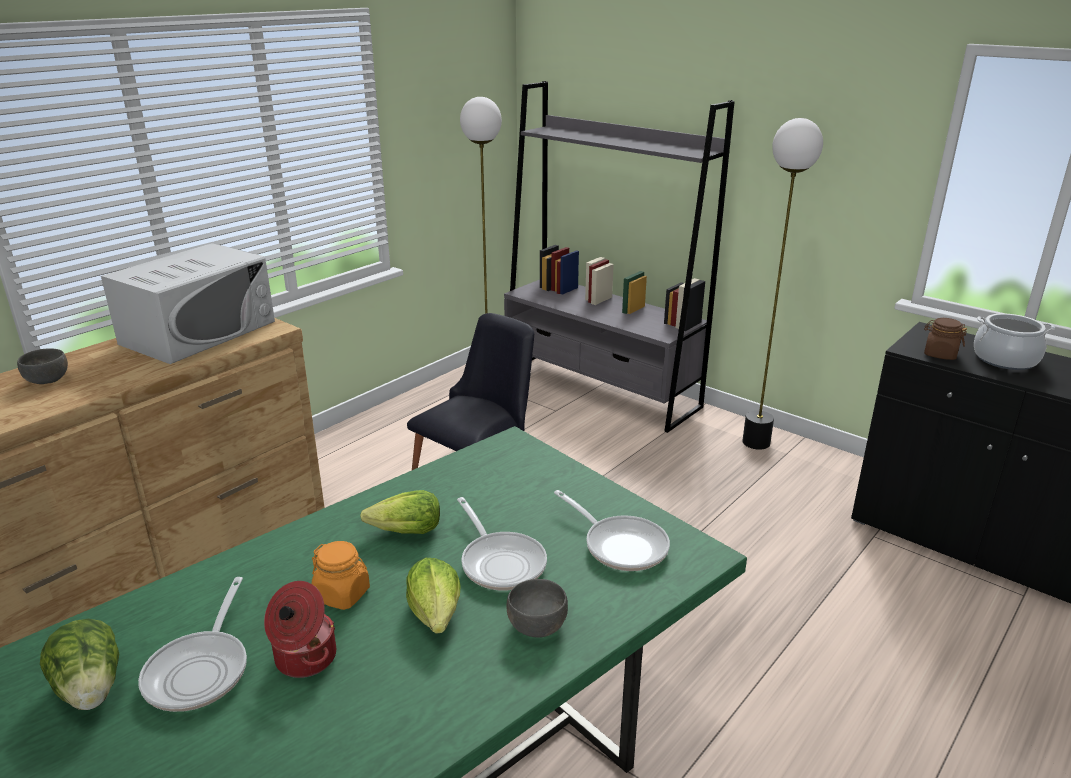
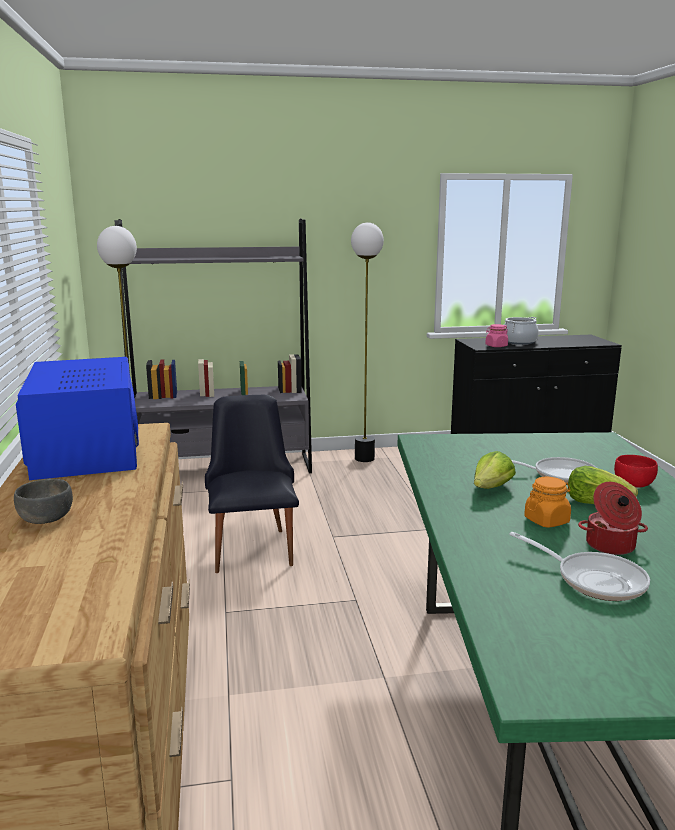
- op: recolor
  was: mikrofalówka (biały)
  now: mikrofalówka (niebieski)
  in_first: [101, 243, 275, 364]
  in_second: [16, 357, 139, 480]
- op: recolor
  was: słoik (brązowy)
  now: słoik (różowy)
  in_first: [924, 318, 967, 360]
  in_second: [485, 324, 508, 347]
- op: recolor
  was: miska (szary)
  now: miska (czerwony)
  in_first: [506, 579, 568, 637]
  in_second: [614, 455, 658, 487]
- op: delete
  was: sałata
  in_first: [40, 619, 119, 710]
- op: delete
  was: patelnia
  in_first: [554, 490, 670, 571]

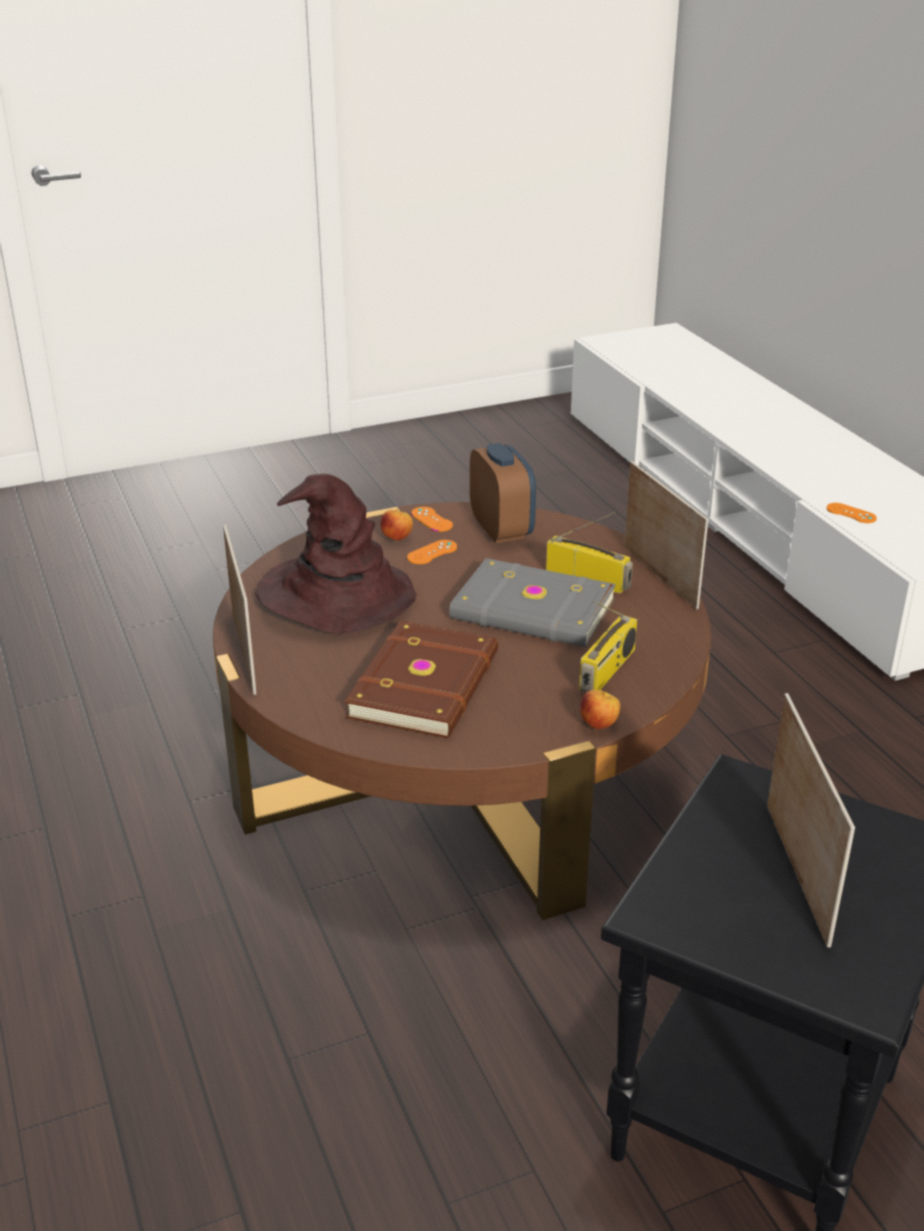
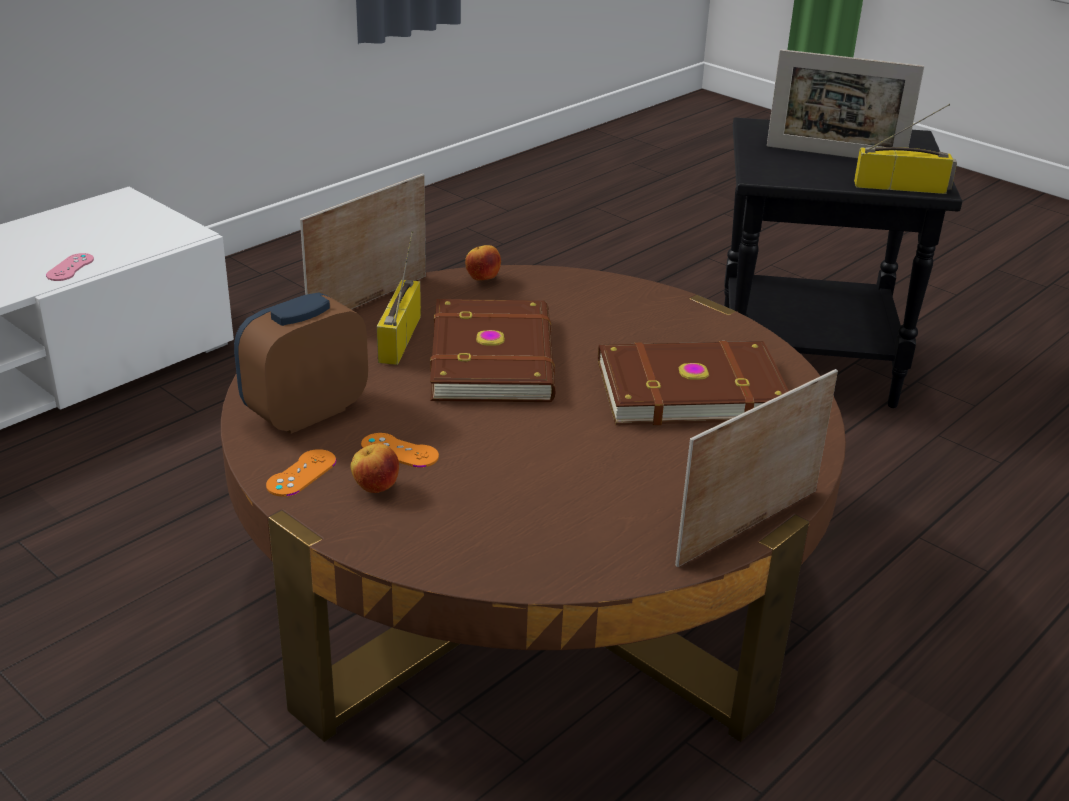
- op: recolor
  was: pad do gier (pomarańczowy)
  now: pad do gier (różowy)
  in_first: [827, 503, 877, 523]
  in_second: [46, 253, 94, 281]
- op: recolor
  was: książka (szary)
  now: książka (brązowy)
  in_first: [449, 558, 616, 647]
  in_second: [430, 299, 555, 402]
- op: move
  was: jabłko
  in_first: [580, 690, 621, 729]
  in_second: [465, 245, 501, 280]
- op: rotate
  was: ramka na zdjęcie
  in_first: [767, 693, 855, 947]
  in_second: [767, 49, 924, 158]
  clockwise: -135
- op: move
  was: radio
  in_first: [579, 601, 637, 693]
  in_second: [854, 104, 957, 194]
- op: delete
  was: kapelusz (brązowy)
  in_first: [255, 474, 417, 634]

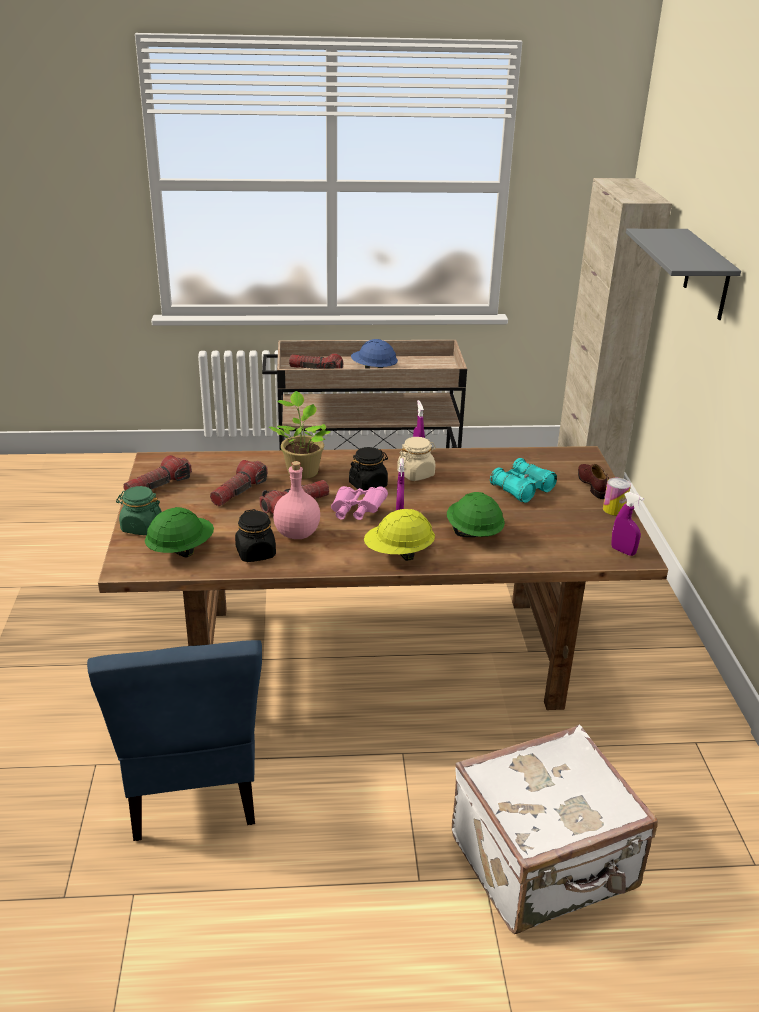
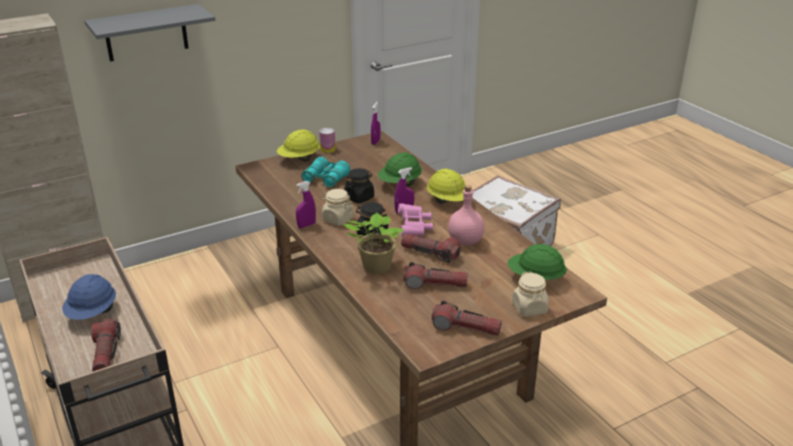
- op: replace
  was: but (brązowy)
  now: kask (żółty)
  in_first: [578, 464, 609, 499]
  in_second: [277, 129, 320, 162]
- op: move
  was: słoik (czarny)
  in_first: [235, 509, 276, 562]
  in_second: [344, 168, 374, 203]
- op: recolor
  was: słoik (zielony)
  now: słoik (beżowy)
  in_first: [116, 486, 162, 535]
  in_second: [512, 272, 549, 317]
- op: delete
  was: krzesło (niebieski)
  in_first: [87, 640, 262, 841]

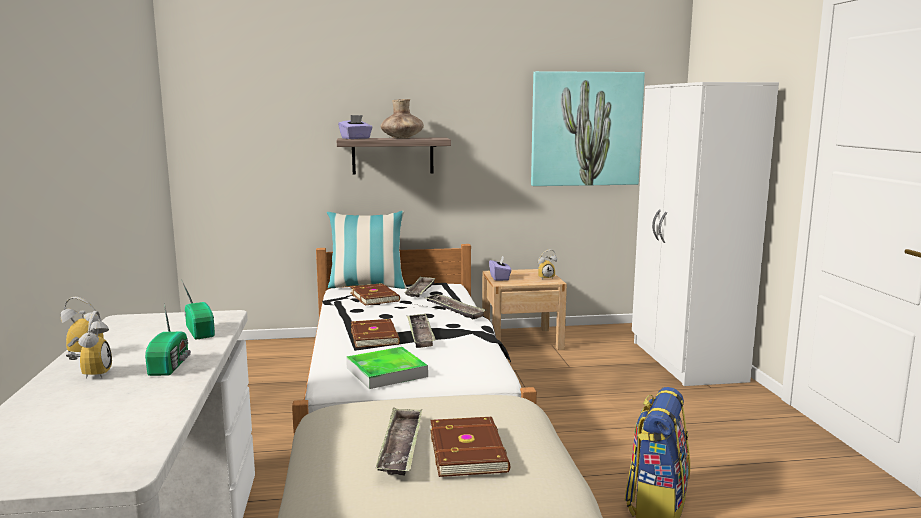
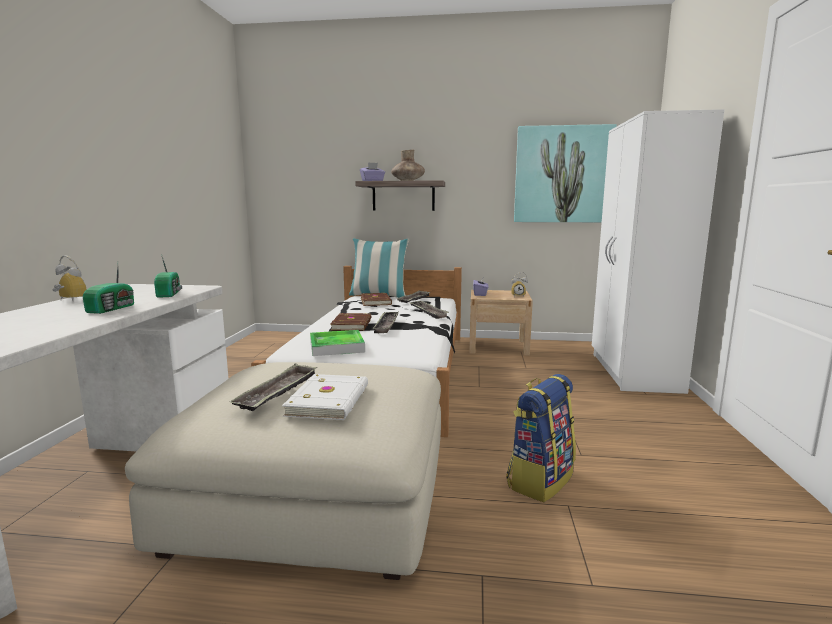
- op: recolor
  was: książka (brązowy)
  now: książka (biały)
  in_first: [430, 417, 510, 477]
  in_second: [282, 374, 368, 420]
- op: delete
  was: budzik
  in_first: [66, 311, 112, 379]

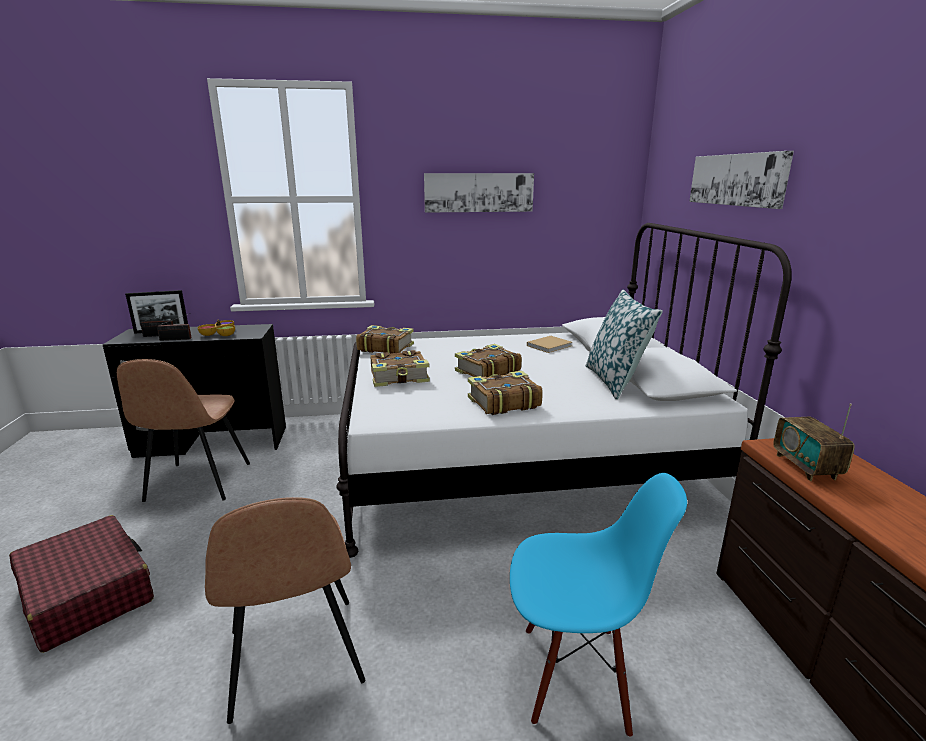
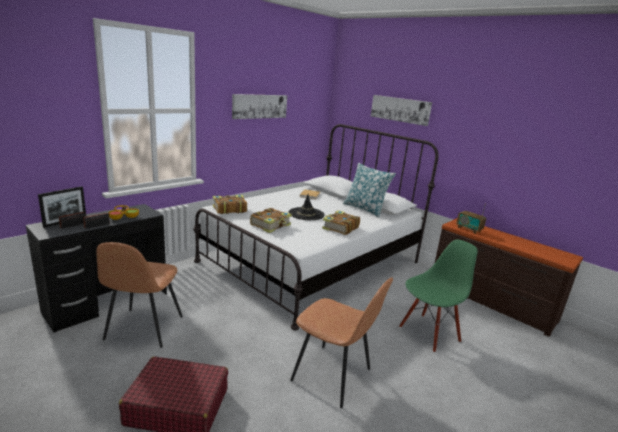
- op: rotate
  was: krzesło (brązowy)
  in_first: [117, 359, 250, 502]
  in_second: [97, 242, 183, 348]
  clockwise: 45
- op: replace
  was: książka
  now: kapelusz (czarny)
  in_first: [455, 344, 522, 377]
  in_second: [289, 194, 325, 220]
- op: recolor
  was: krzesło (niebieski)
  now: krzesło (zielony)
  in_first: [510, 473, 687, 738]
  in_second: [399, 240, 478, 353]

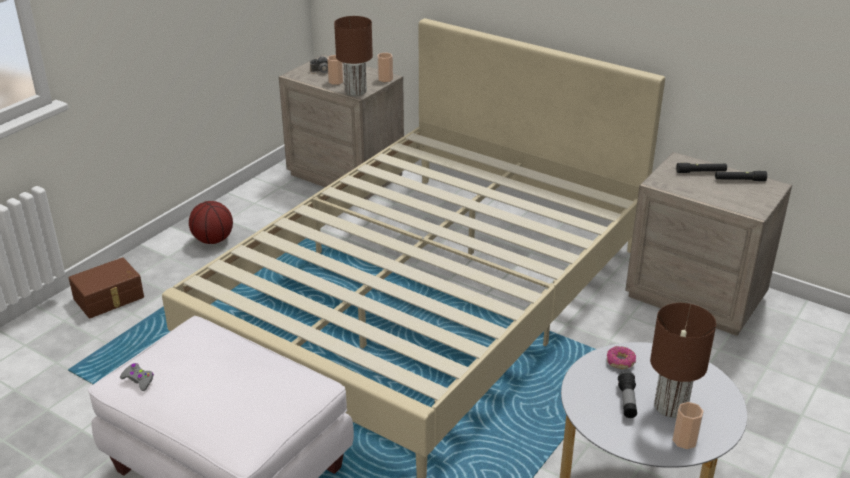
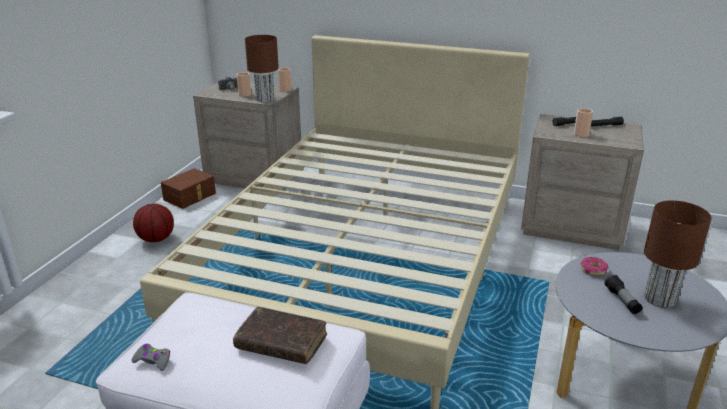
- op: move
  was: pojemnik do przechowywania (brązowy)
  in_first: [69, 257, 144, 318]
  in_second: [161, 168, 216, 209]
- op: insert
  now: książka (brązowy)
  in_second: [233, 307, 327, 364]
- op: move
  was: filiżanka
  in_first: [672, 402, 704, 449]
  in_second: [574, 108, 593, 137]

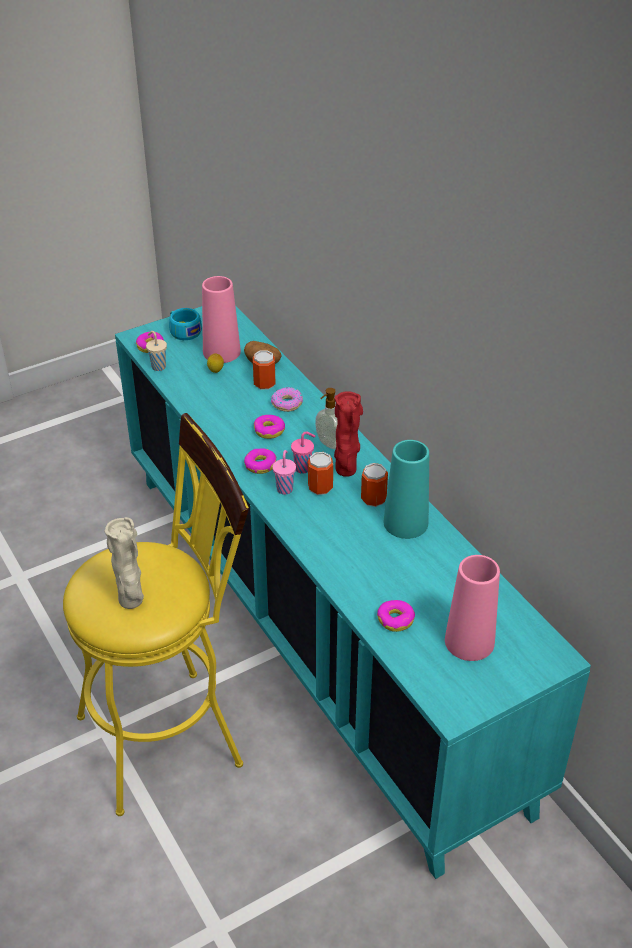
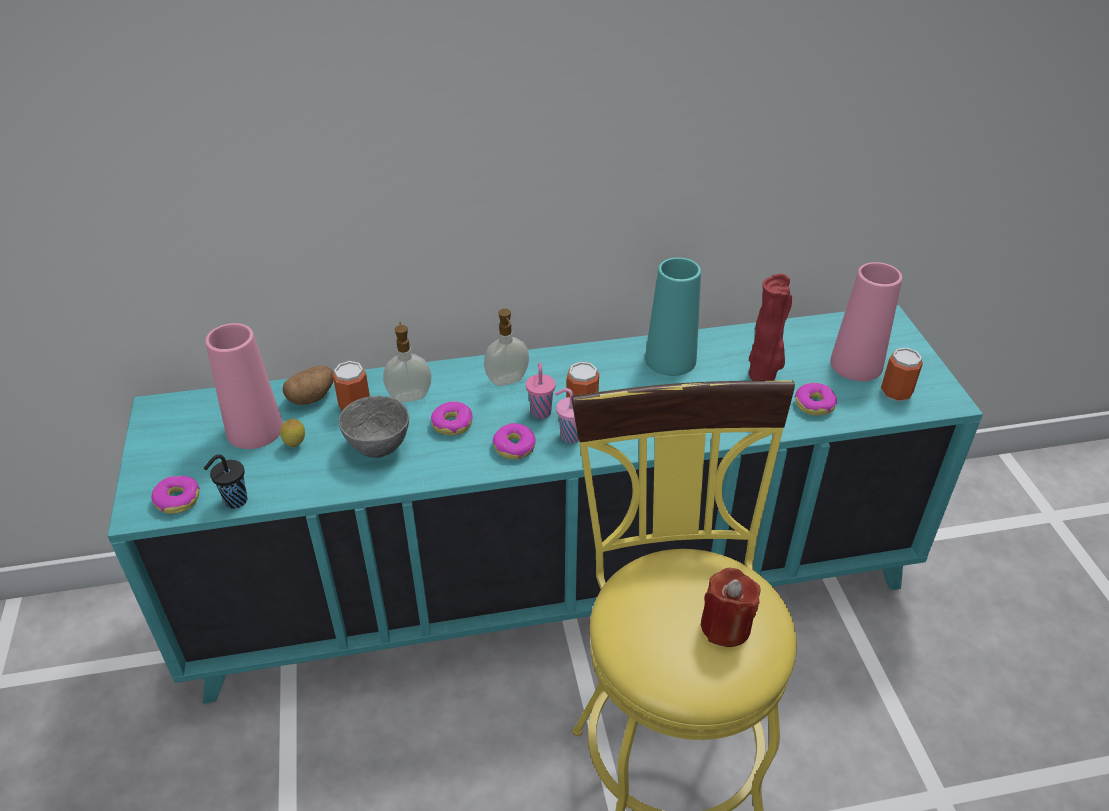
- op: recolor
  was: filiżanka (beżowy)
  now: filiżanka (czarny)
  in_first: [146, 331, 167, 371]
  in_second: [204, 454, 247, 509]
- op: insert
  now: miska (szary)
  in_second: [338, 396, 409, 458]
- op: replace
  was: donut
  now: dozownik mydła
  in_first: [271, 386, 303, 412]
  in_second: [383, 322, 432, 402]
- op: replace
  was: wazon (beżowy)
  now: świeca (czerwony)
  in_first: [104, 517, 144, 609]
  in_second: [701, 568, 761, 647]
- op: move
  was: wazon (czerwony)
  in_first: [334, 391, 363, 477]
  in_second: [749, 274, 792, 381]
- op: move
  was: puszka
  in_first: [361, 463, 388, 507]
  in_second: [881, 347, 923, 401]
- op: delete
  was: filiżanka (turkusowy)
  in_first: [169, 308, 202, 340]

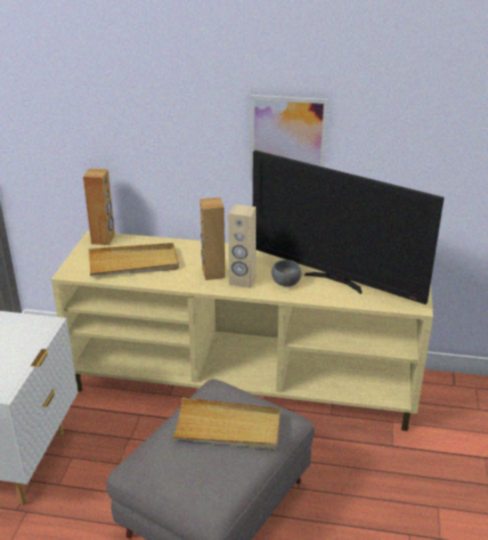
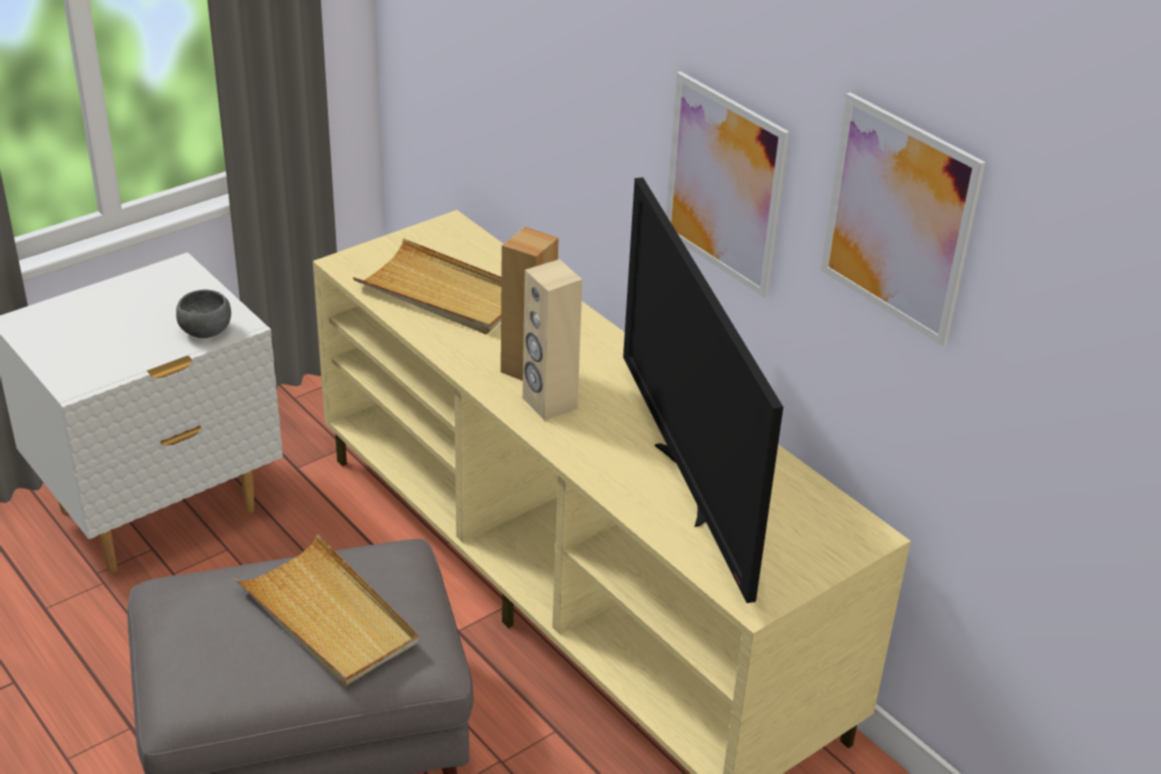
- op: move
  was: miska (szary)
  in_first: [272, 260, 302, 287]
  in_second: [176, 289, 231, 338]
- op: insert
  now: obraz
  in_second: [820, 92, 986, 346]
- op: delete
  was: głośnik (brązowy)
  in_first: [83, 169, 115, 245]

